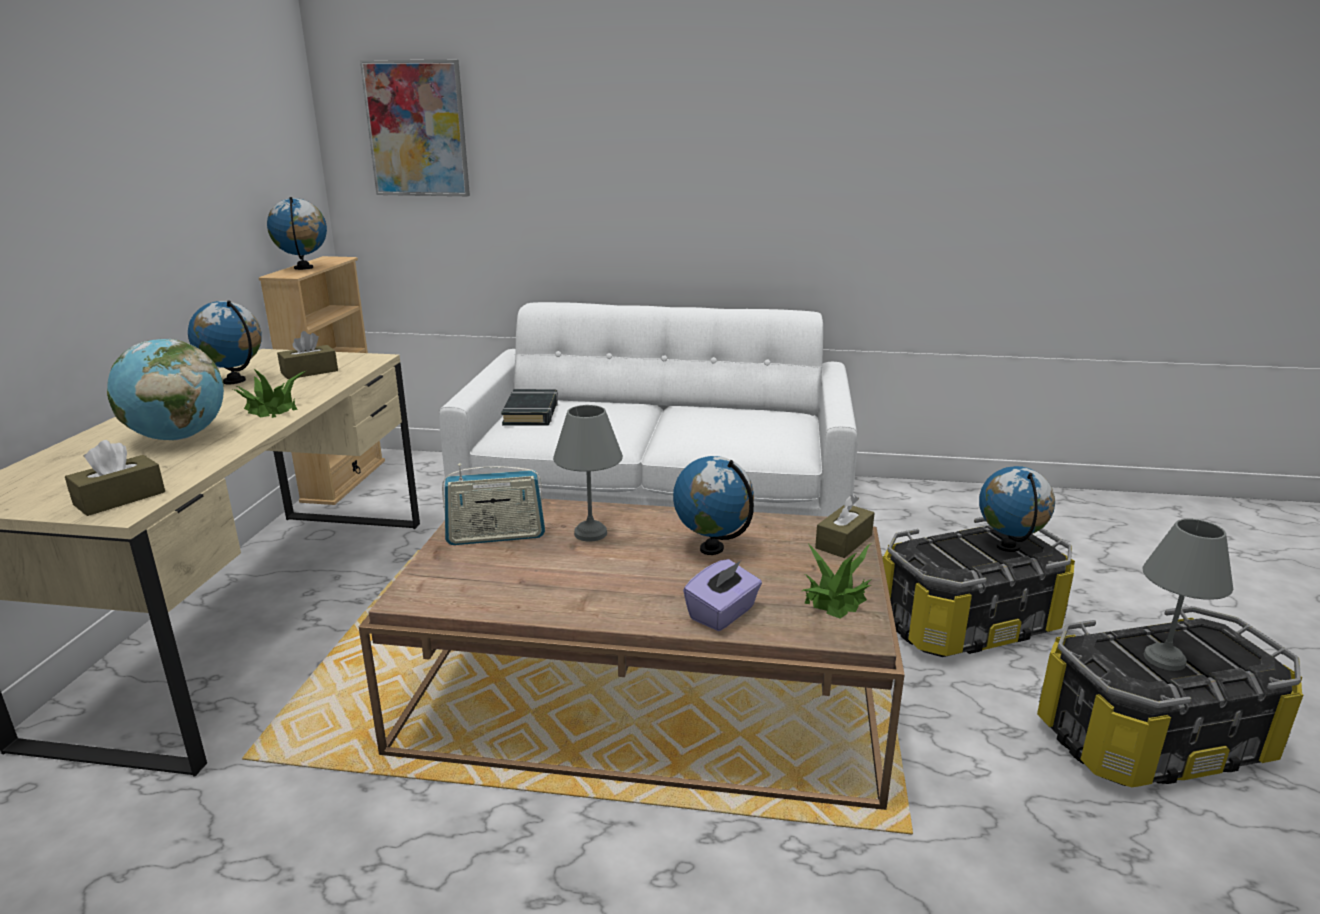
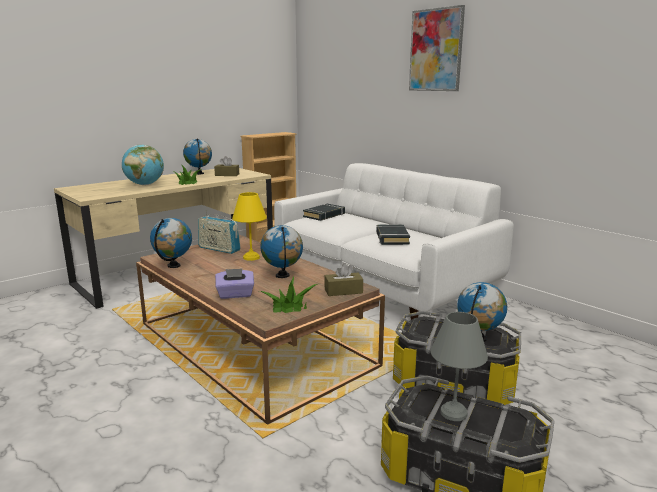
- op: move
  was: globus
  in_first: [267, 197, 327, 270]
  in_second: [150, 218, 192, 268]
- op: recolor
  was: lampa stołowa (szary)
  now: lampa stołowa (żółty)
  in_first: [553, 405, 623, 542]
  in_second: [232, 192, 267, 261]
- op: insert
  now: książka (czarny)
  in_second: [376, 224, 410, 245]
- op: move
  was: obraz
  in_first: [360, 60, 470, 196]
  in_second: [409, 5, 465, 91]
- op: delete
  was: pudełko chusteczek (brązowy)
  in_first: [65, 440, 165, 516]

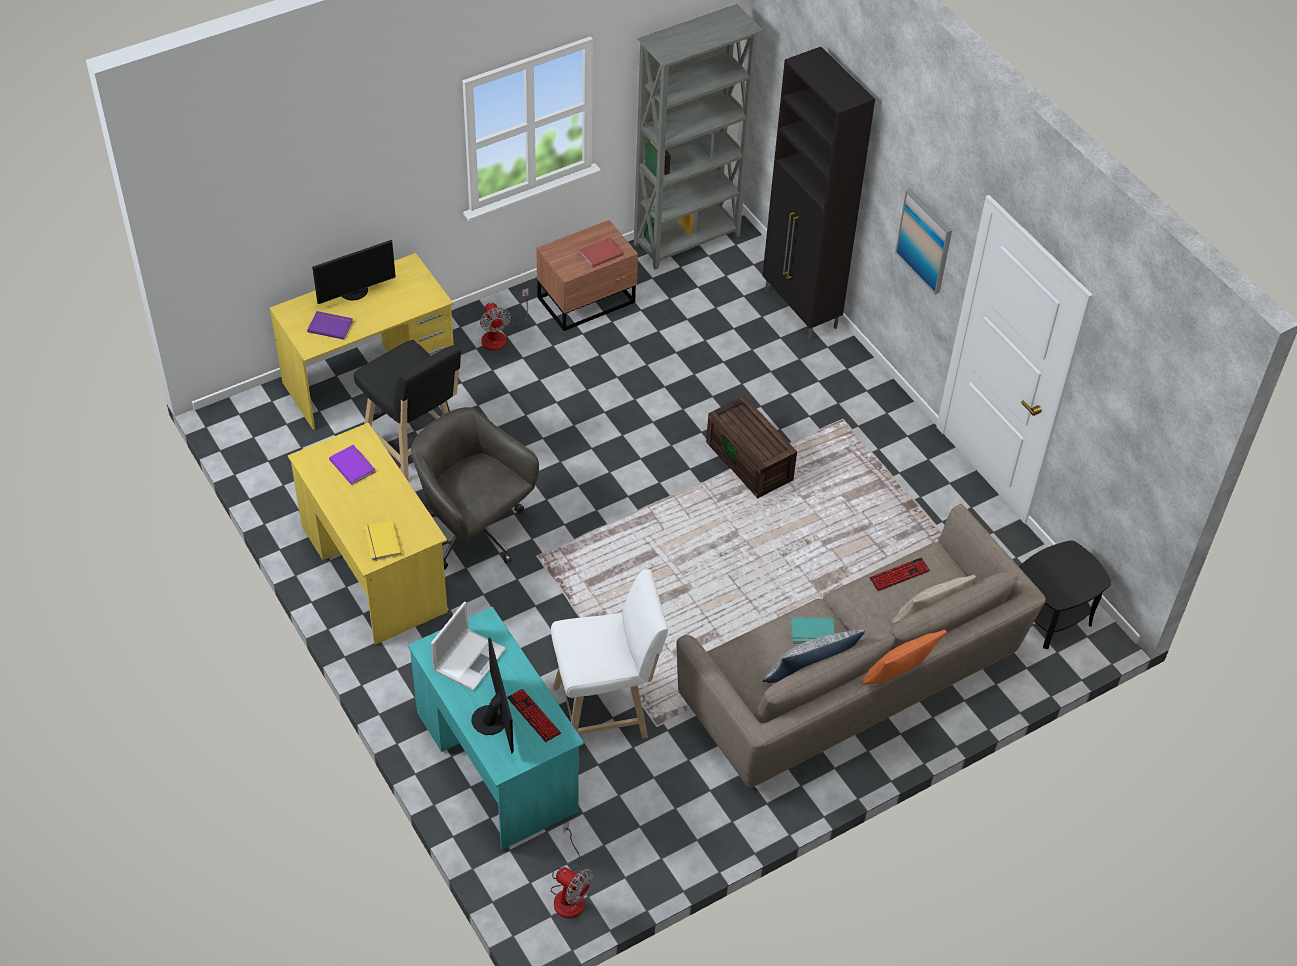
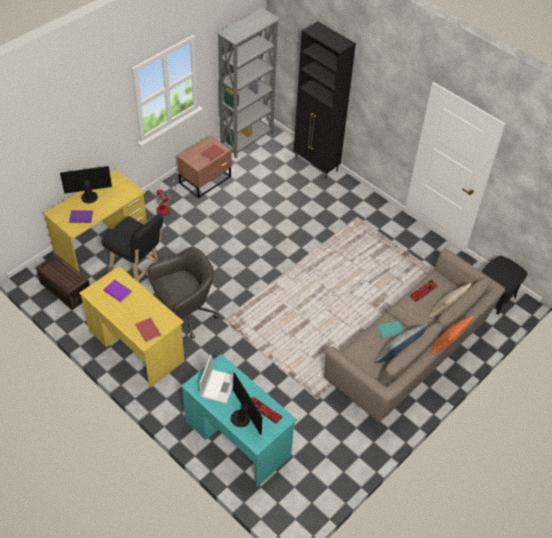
- op: move
  was: pojemnik do przechowywania (brązowy)
  in_first: [706, 396, 797, 498]
  in_second: [36, 254, 90, 310]
- op: rotate
  was: monitor
  in_first: [312, 240, 396, 304]
  in_second: [60, 166, 112, 203]
  clockwise: -150
- op: recolor
  was: książka (żółty)
  now: książka (czerwony)
  in_first: [364, 521, 401, 561]
  in_second: [136, 317, 161, 342]
- op: rotate
  was: krzesło biurowe (szary)
  in_first: [411, 407, 539, 570]
  in_second: [148, 247, 219, 339]
  clockwise: 120
- op: delete
  was: wentylator
  in_first: [550, 821, 593, 918]
- op: delete
  was: stołek (biały)
  in_first: [551, 569, 668, 738]
- op: delete
  was: obraz
  in_first: [895, 189, 952, 295]

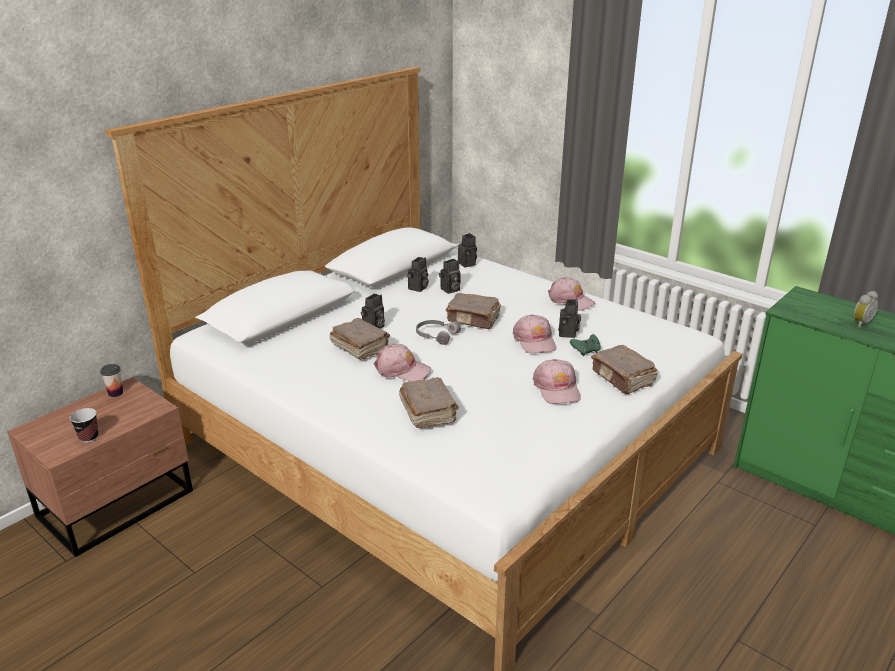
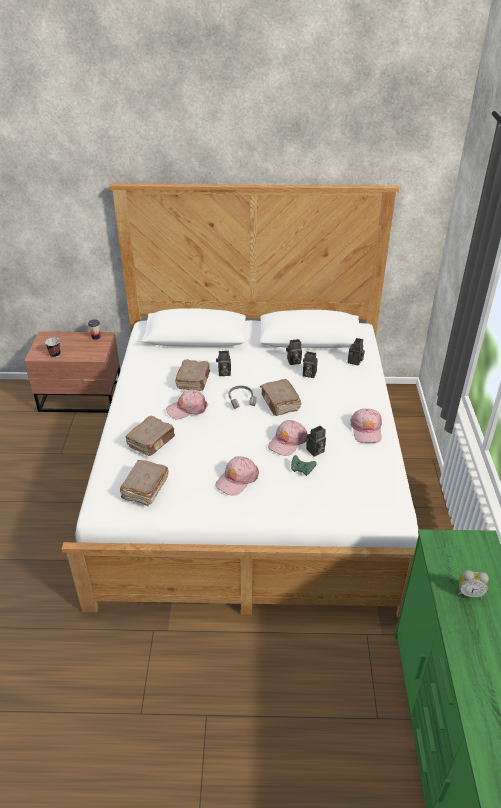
- op: move
  was: książka (brązowy)
  in_first: [591, 345, 658, 394]
  in_second: [120, 460, 169, 506]
- op: rotate
  was: czapka z daszkiem (różowy)
  in_first: [373, 344, 431, 381]
  in_second: [166, 389, 208, 419]
  clockwise: 90

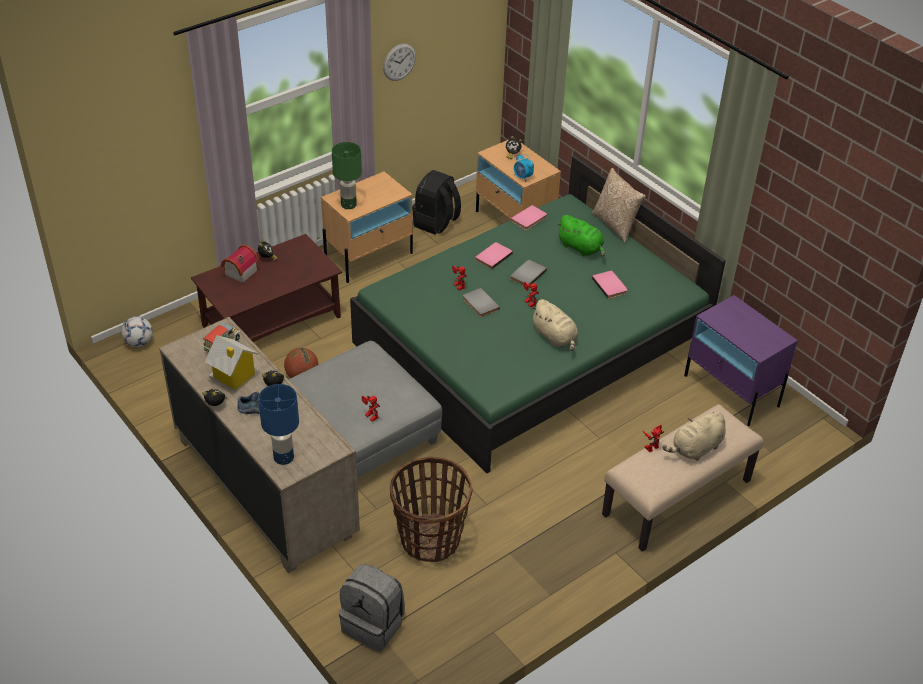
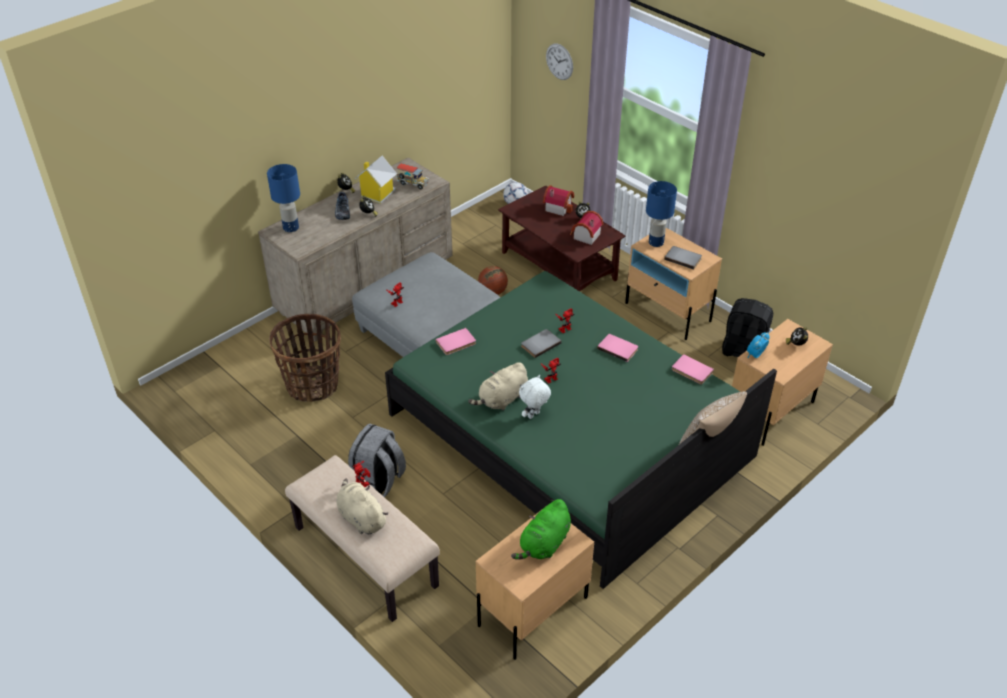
- op: move
  was: plecak (szary)
  in_first: [339, 564, 405, 651]
  in_second: [348, 424, 406, 497]
- op: move
  was: książka (różowy)
  in_first: [592, 271, 628, 299]
  in_second: [436, 328, 476, 355]
- op: recolor
  was: szafka nocna (fioletowy)
  now: szafka nocna (beżowy)
  in_first: [684, 295, 798, 426]
  in_second: [476, 511, 594, 660]
- op: move
  was: pluszak (zielony)
  in_first: [556, 215, 605, 257]
  in_second: [511, 499, 571, 560]
- op: insert
  now: pluszak (biały)
  in_second: [519, 375, 551, 419]
- op: move
  was: zegar ścienny
  in_first: [383, 43, 416, 81]
  in_second: [546, 43, 573, 80]
- op: insert
  now: domek
  in_second: [570, 211, 604, 245]
- op: recolor
  was: lampa stołowa (zielony)
  now: lampa stołowa (niebieski)
  in_first: [332, 142, 362, 209]
  in_second: [646, 181, 677, 247]
- op: move
  was: książka (szary)
  in_first: [510, 260, 547, 286]
  in_second: [664, 246, 702, 269]

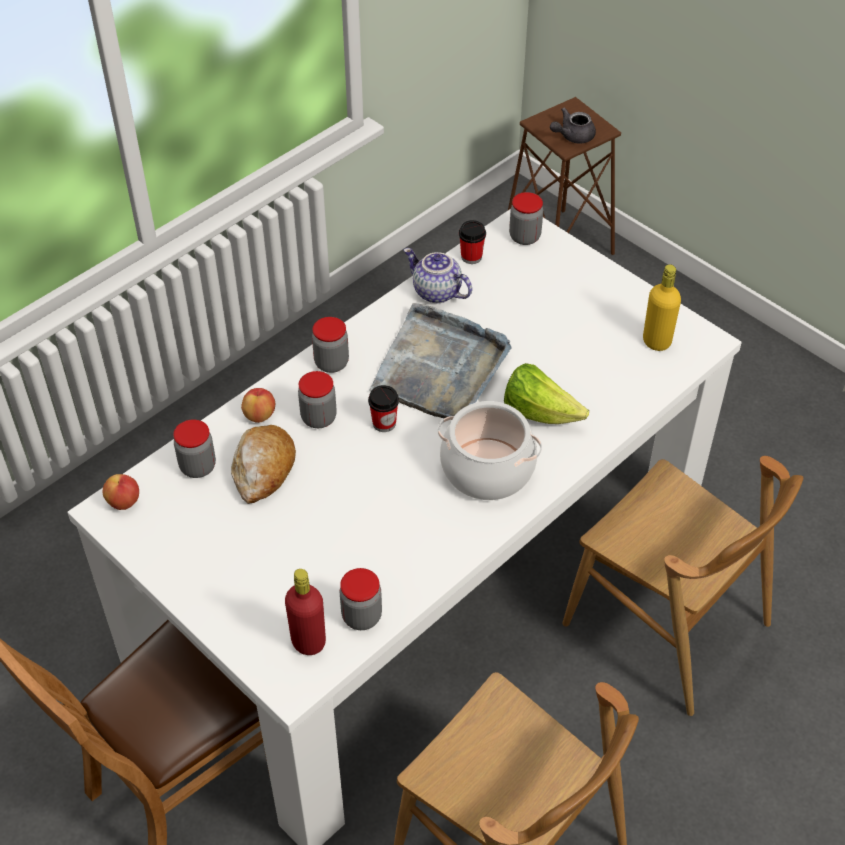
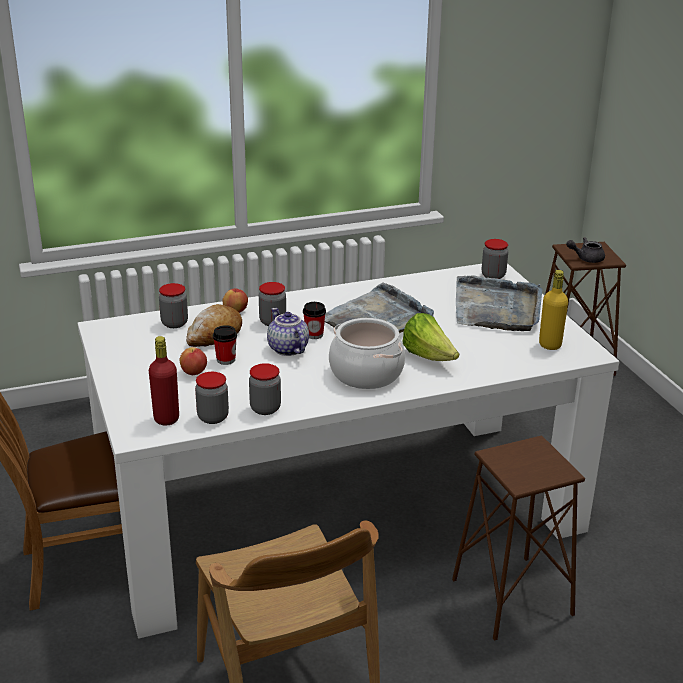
- op: move
  was: jabłko
  in_first: [103, 474, 139, 510]
  in_second: [180, 347, 207, 375]
- op: move
  was: filiżanka
  in_first: [459, 220, 486, 264]
  in_second: [213, 325, 237, 365]
- op: move
  was: słoik
  in_first: [312, 317, 349, 373]
  in_second: [249, 363, 281, 415]
- op: move
  was: imbryk
  in_first: [404, 248, 472, 303]
  in_second: [267, 308, 309, 356]
- op: replace
  was: krzesło (brązowy)
  now: stołek (brązowy)
  in_first: [562, 456, 803, 716]
  in_second: [452, 435, 585, 641]
- op: insert
  now: taca (szary)
  in_second: [456, 275, 542, 331]

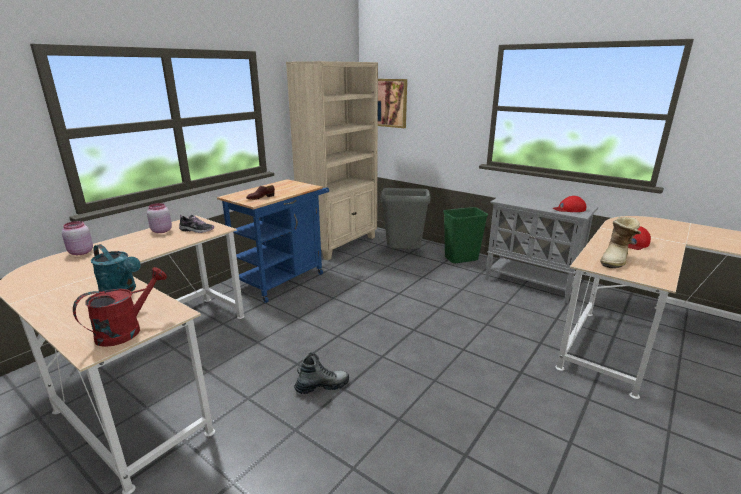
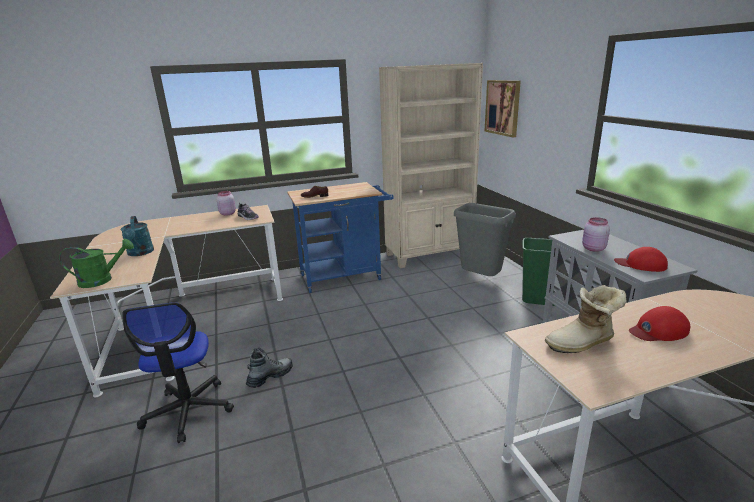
- op: recolor
  was: konewka (czerwony)
  now: konewka (zielony)
  in_first: [73, 267, 167, 347]
  in_second: [59, 239, 134, 288]
- op: insert
  now: krzesło biurowe
  in_second: [122, 302, 234, 443]
- op: rotate
  was: but z cholewką
  in_first: [294, 352, 349, 394]
  in_second: [245, 348, 293, 388]
  clockwise: -60
- op: move
  was: słoik (różowy)
  in_first: [62, 221, 93, 255]
  in_second: [582, 217, 610, 252]

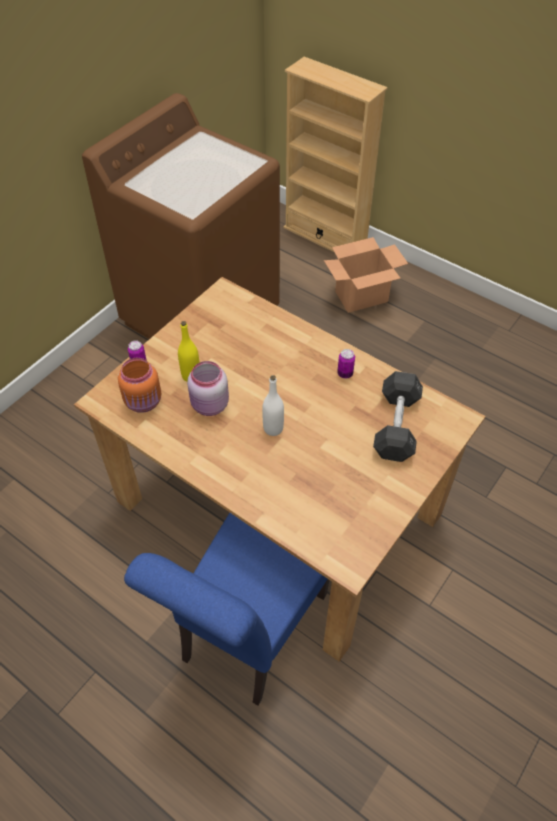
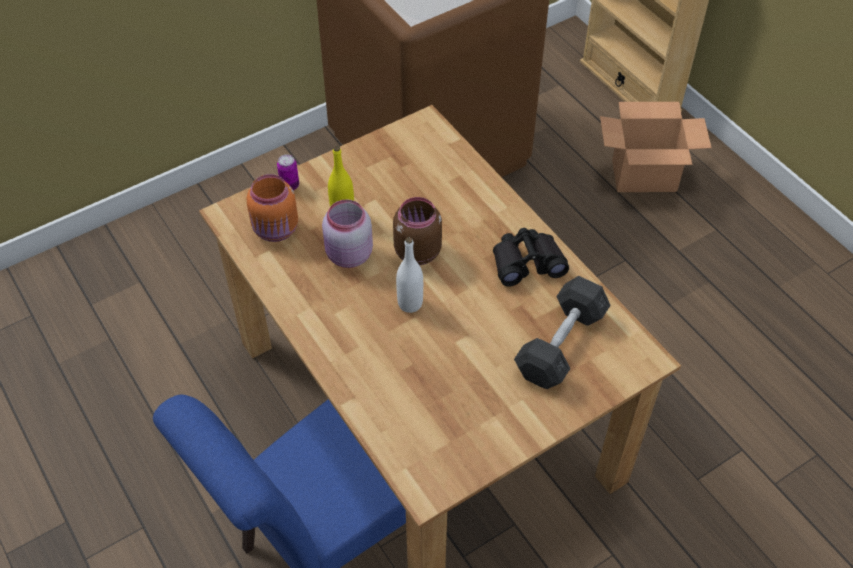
- op: insert
  now: słoik (brązowy)
  in_second: [393, 197, 442, 265]
- op: replace
  was: puszka
  now: lornetka (czarny)
  in_first: [337, 349, 355, 379]
  in_second: [493, 228, 569, 287]

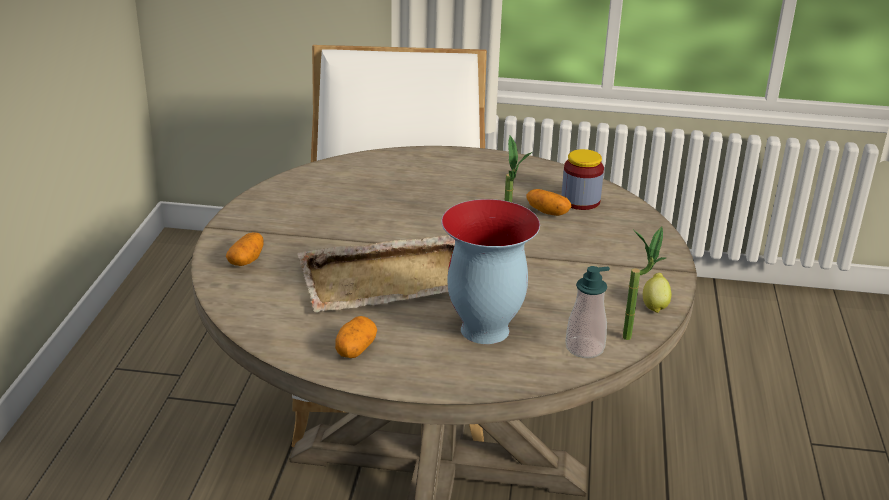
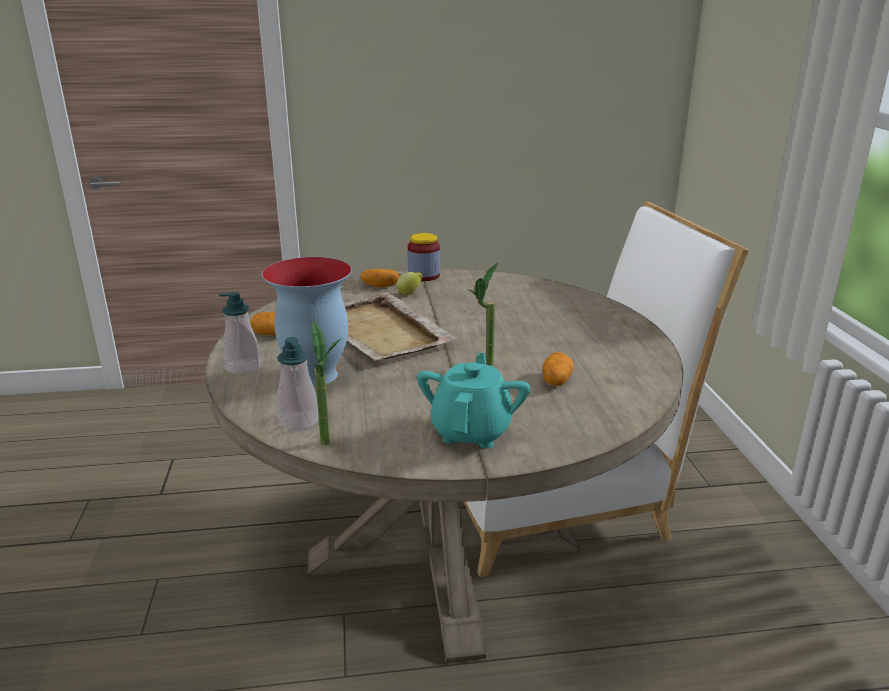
- op: insert
  now: dozownik mydła
  in_second: [219, 292, 260, 375]
- op: move
  was: cytryna
  in_first: [643, 273, 671, 313]
  in_second: [396, 272, 423, 295]
- op: move
  was: słoik
  in_first: [561, 149, 604, 210]
  in_second: [408, 233, 440, 281]
- op: insert
  now: imbryk (turkusowy)
  in_second: [417, 353, 530, 448]

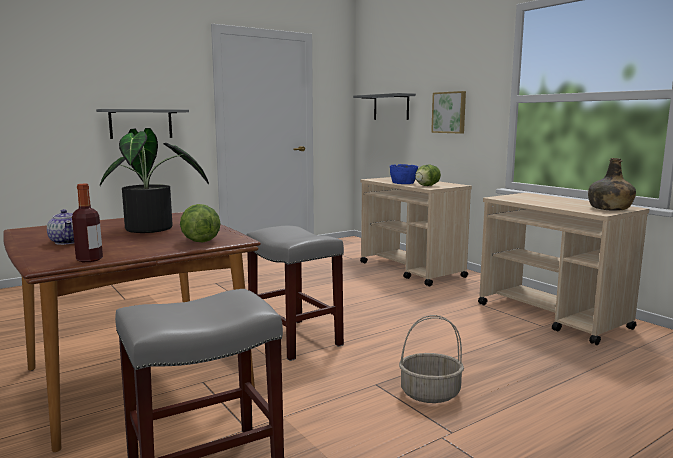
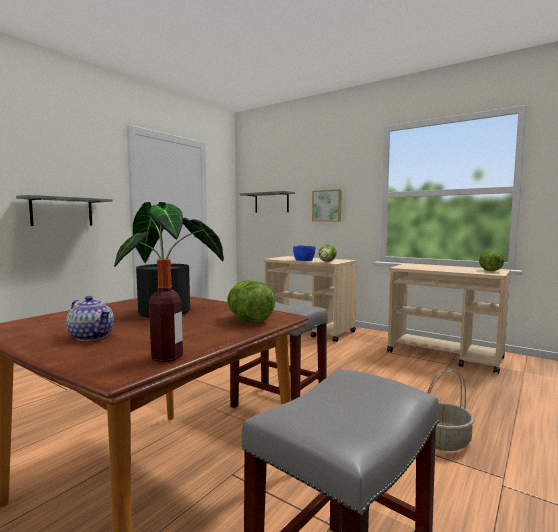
- op: replace
  was: butelka (zielony)
  now: sałata
  in_first: [588, 158, 636, 211]
  in_second: [479, 250, 504, 271]

